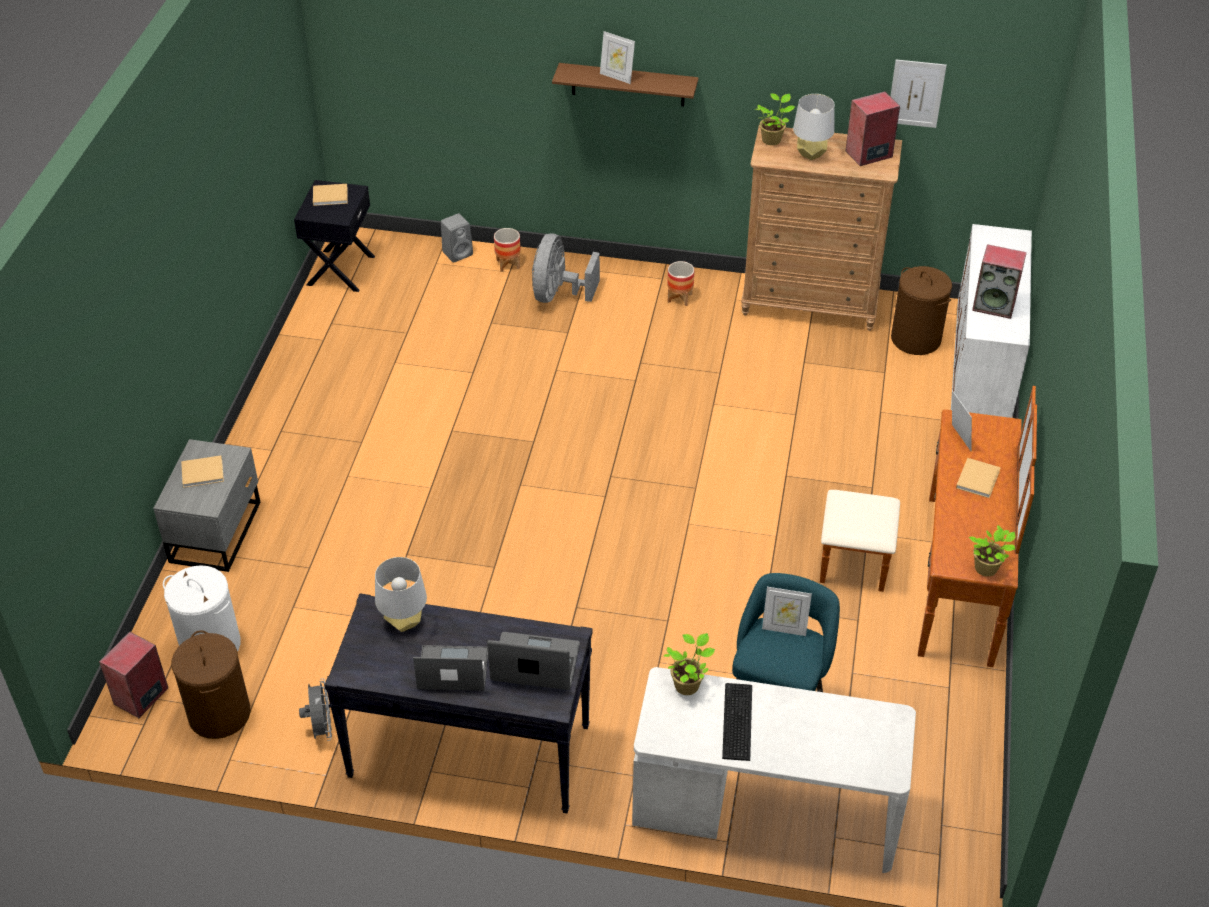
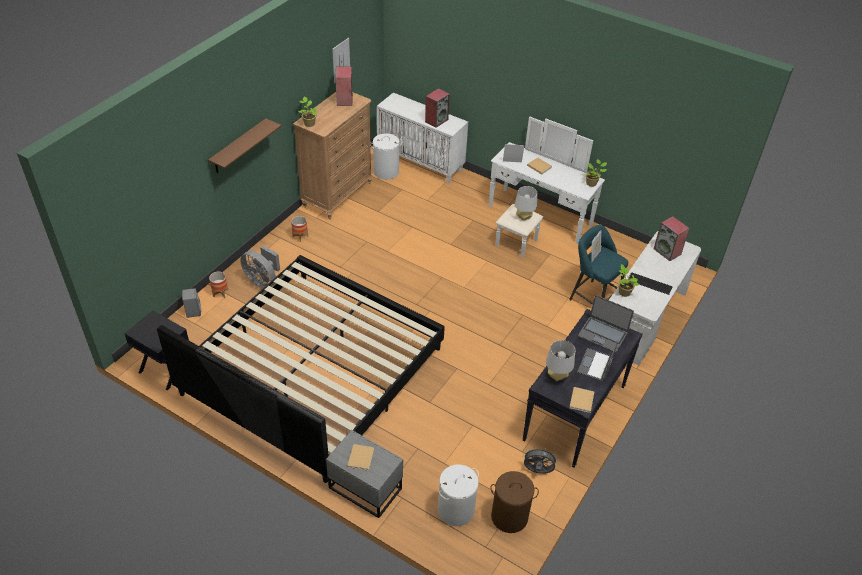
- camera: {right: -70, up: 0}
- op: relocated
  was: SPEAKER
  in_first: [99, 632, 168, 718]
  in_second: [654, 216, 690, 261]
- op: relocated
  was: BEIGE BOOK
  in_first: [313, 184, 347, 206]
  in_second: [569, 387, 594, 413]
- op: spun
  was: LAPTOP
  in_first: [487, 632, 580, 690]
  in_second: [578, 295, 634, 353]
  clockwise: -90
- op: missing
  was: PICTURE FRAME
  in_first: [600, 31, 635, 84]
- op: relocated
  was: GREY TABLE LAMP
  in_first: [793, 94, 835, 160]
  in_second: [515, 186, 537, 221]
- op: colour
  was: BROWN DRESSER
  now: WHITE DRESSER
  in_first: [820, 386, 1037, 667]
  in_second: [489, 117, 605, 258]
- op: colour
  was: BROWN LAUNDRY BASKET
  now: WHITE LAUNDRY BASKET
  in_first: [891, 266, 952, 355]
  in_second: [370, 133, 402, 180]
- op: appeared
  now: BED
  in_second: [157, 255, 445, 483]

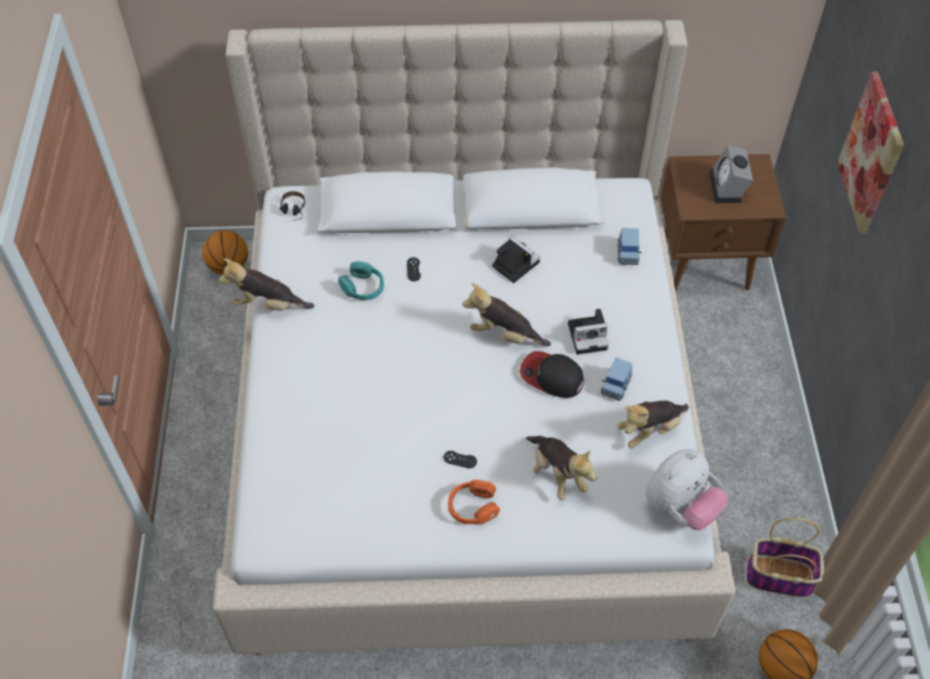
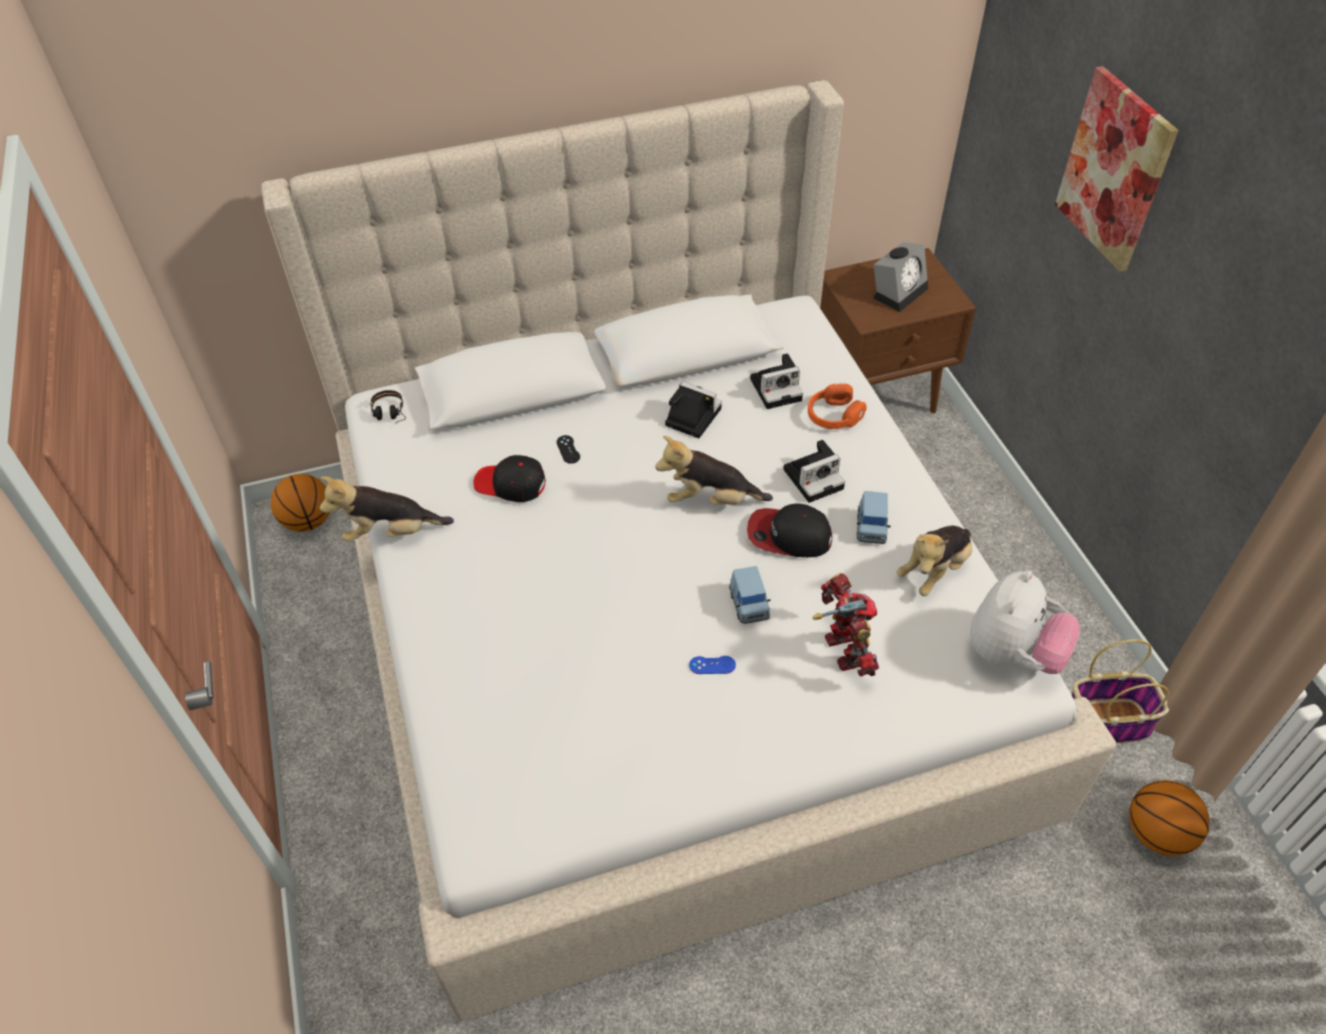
- camera: {right: -15, up: -5}
- op: exchanged
  was: TURQUOISE HEADPHONES
  now: BLACK CAP
  in_first: [338, 261, 384, 300]
  in_second: [473, 455, 546, 502]
- op: colour
  was: BLACK GAME CONTROLLER
  now: BLUE GAME CONTROLLER
  in_first: [444, 451, 477, 468]
  in_second: [689, 656, 736, 674]
- op: relocated
  was: ORANGE HEADPHONES
  in_first: [448, 480, 500, 524]
  in_second: [808, 383, 867, 429]
- op: exchanged
  was: PLUSH TOY
  now: TOY ROBOT
  in_first: [526, 436, 597, 500]
  in_second: [813, 573, 879, 676]
- op: relocated
  was: BLUE TOY CAR
  in_first: [618, 228, 641, 265]
  in_second: [729, 566, 771, 624]
- op: spun
  was: ALARM CLOCK
  in_first: [709, 145, 753, 203]
  in_second: [874, 242, 928, 312]
  clockwise: -120
- op: appeared
  now: PHOTO CAMERA
  in_second: [750, 353, 803, 409]

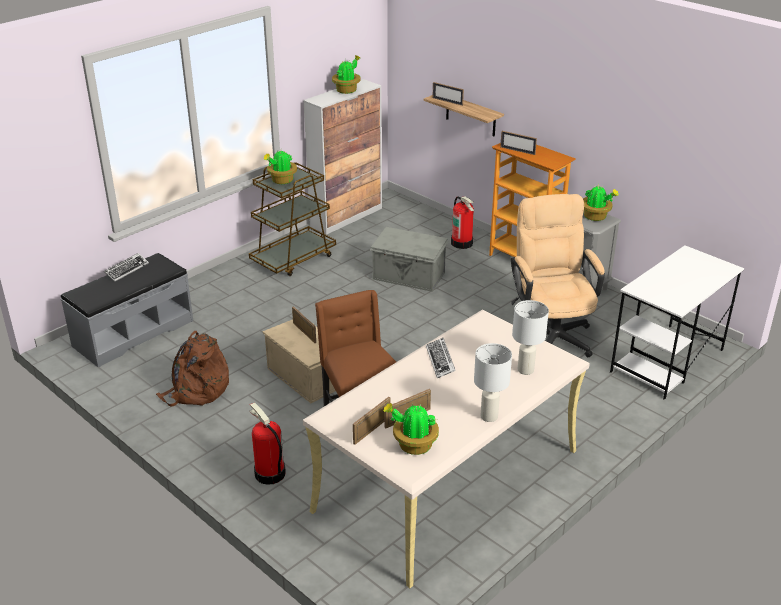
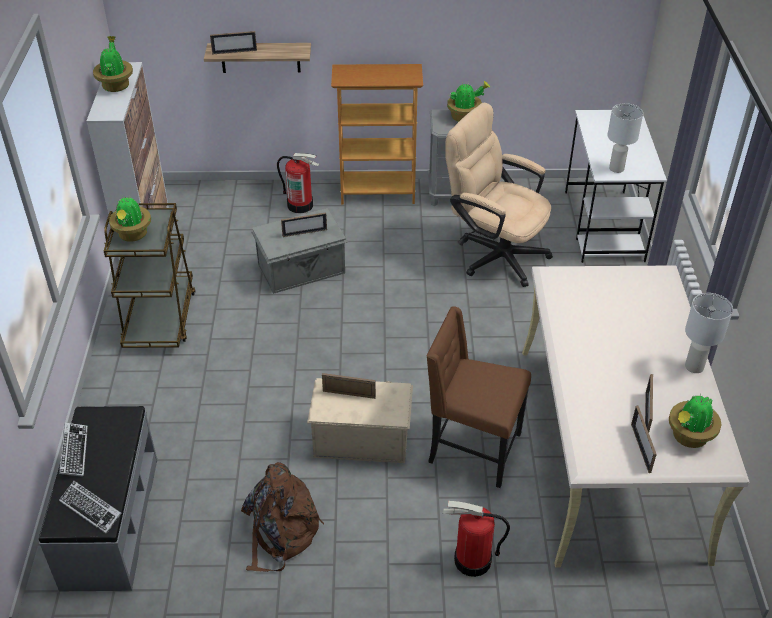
- camera: {right: -45, up: 10}
- op: relocated
  was: KEYBOARD
  in_first: [426, 338, 456, 378]
  in_second: [59, 481, 121, 534]
- op: relocated
  was: PICTURE FRAME
  in_first: [500, 131, 537, 155]
  in_second: [281, 212, 327, 237]
- op: relocated
  was: WHITE TABLE LAMP
  in_first: [512, 300, 549, 375]
  in_second: [608, 103, 643, 173]

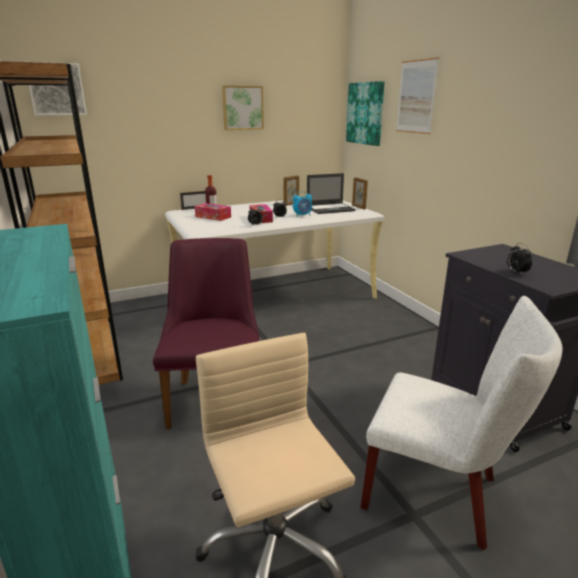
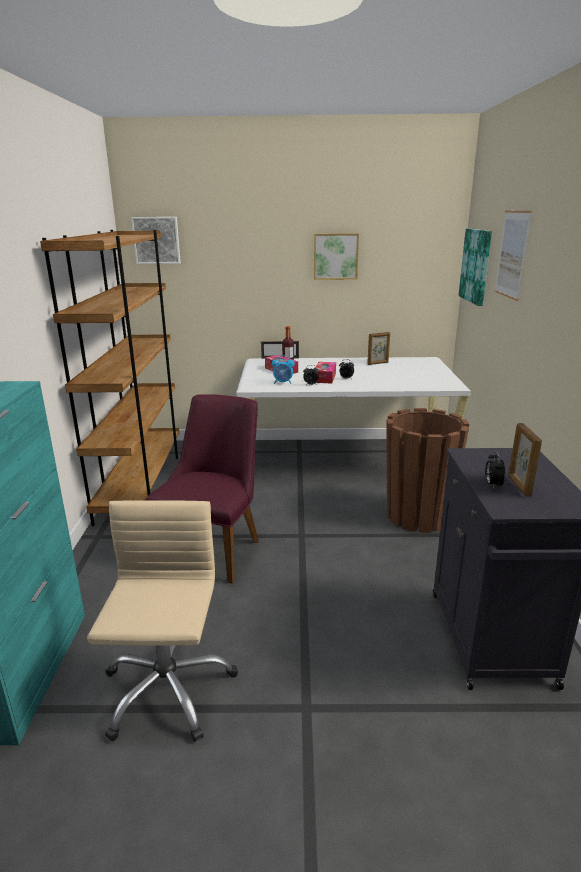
- camera: {right: 25, up: 0}
- op: relocated
  was: ALARM CLOCK
  in_first: [293, 191, 312, 217]
  in_second: [272, 355, 295, 384]
- op: missing
  was: LAPTOP
  in_first: [307, 173, 356, 214]
- op: relocated
  was: PICTURE FRAME
  in_first: [352, 178, 368, 209]
  in_second: [508, 423, 542, 497]
- op: missing
  was: WHITE CHAIR
  in_first: [361, 296, 562, 550]
- op: appeared
  now: BROWN PLANTER
  in_second: [386, 408, 469, 533]

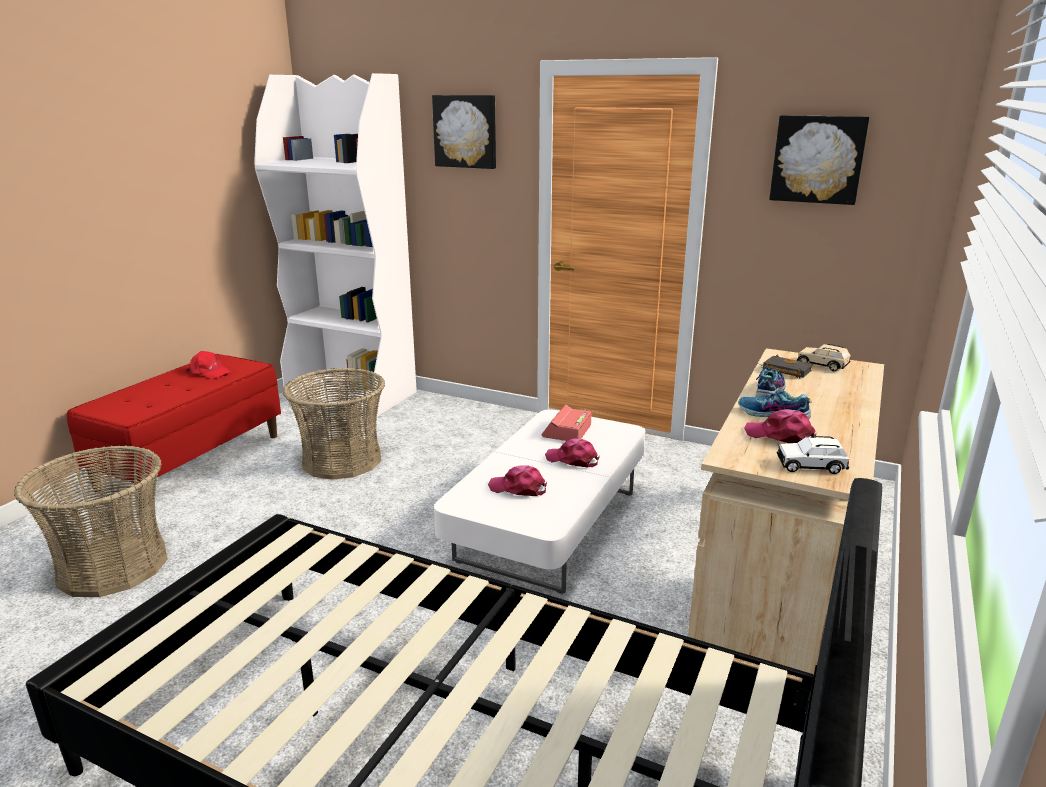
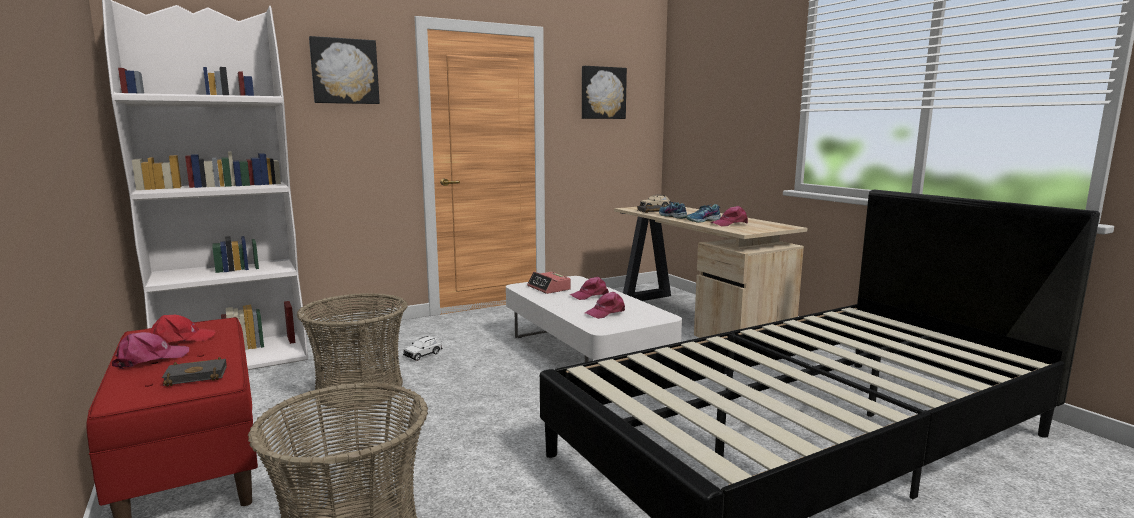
- camera: {right: -55, up: -10}
- op: relocated
  was: WHITE TOY CAR
  in_first: [777, 436, 849, 474]
  in_second: [403, 336, 442, 361]
- op: appeared
  now: PINK CAP
  in_second: [112, 332, 189, 369]
- op: appeared
  now: BLACK BOOK
  in_second: [162, 357, 227, 387]

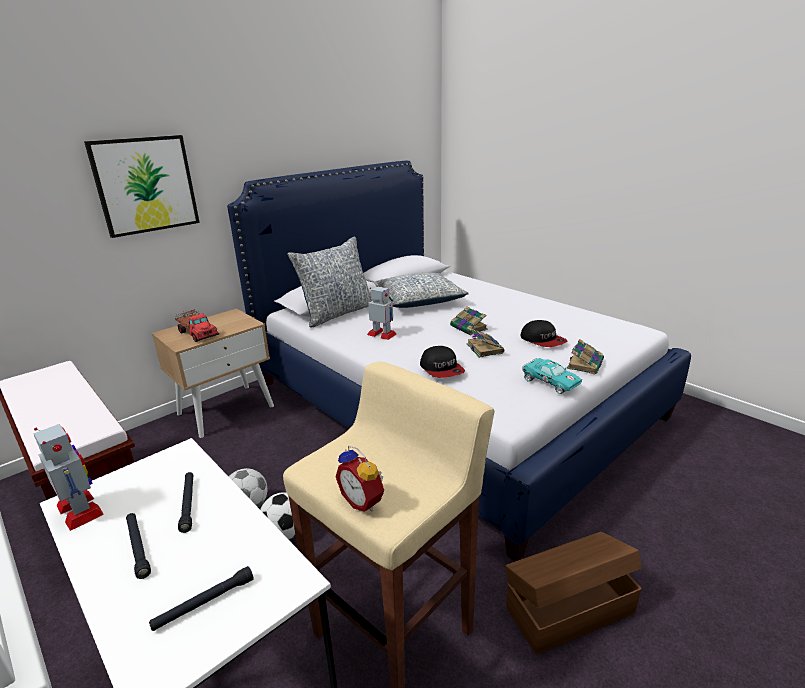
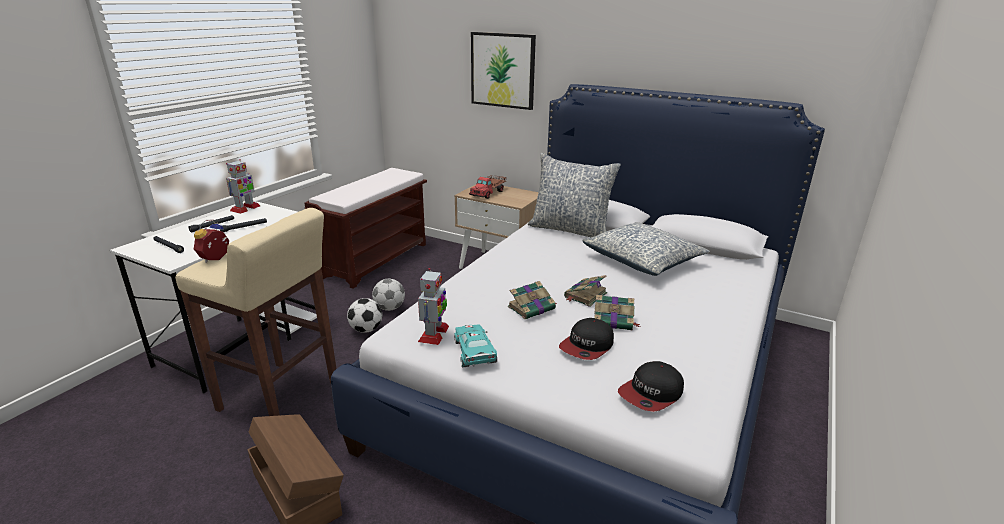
- camera: {right: 70, up: 0}
- op: relocated
  was: TOY ROBOT
  in_first: [367, 286, 396, 340]
  in_second: [418, 268, 449, 345]
- op: relocated
  was: CAP
  in_first: [420, 346, 465, 378]
  in_second: [618, 361, 684, 412]
- op: spun
  was: TURQUOISE TOY CAR
  in_first: [522, 358, 582, 394]
  in_second: [454, 325, 497, 367]
  clockwise: 135
- op: relocated
  was: BOOK
  in_first: [567, 339, 604, 374]
  in_second: [594, 295, 640, 330]

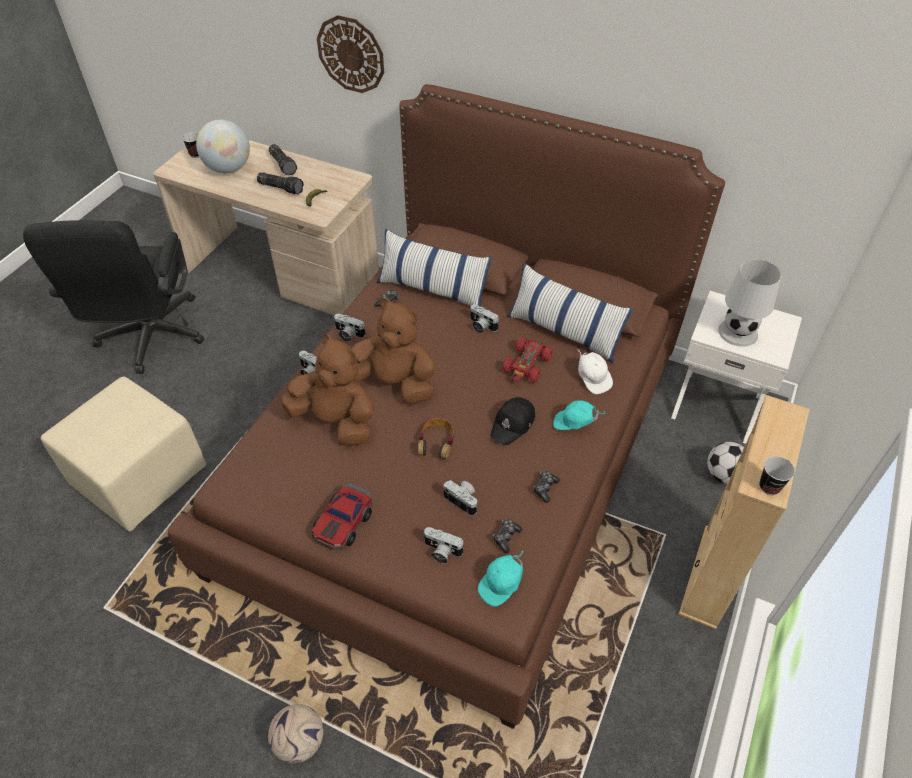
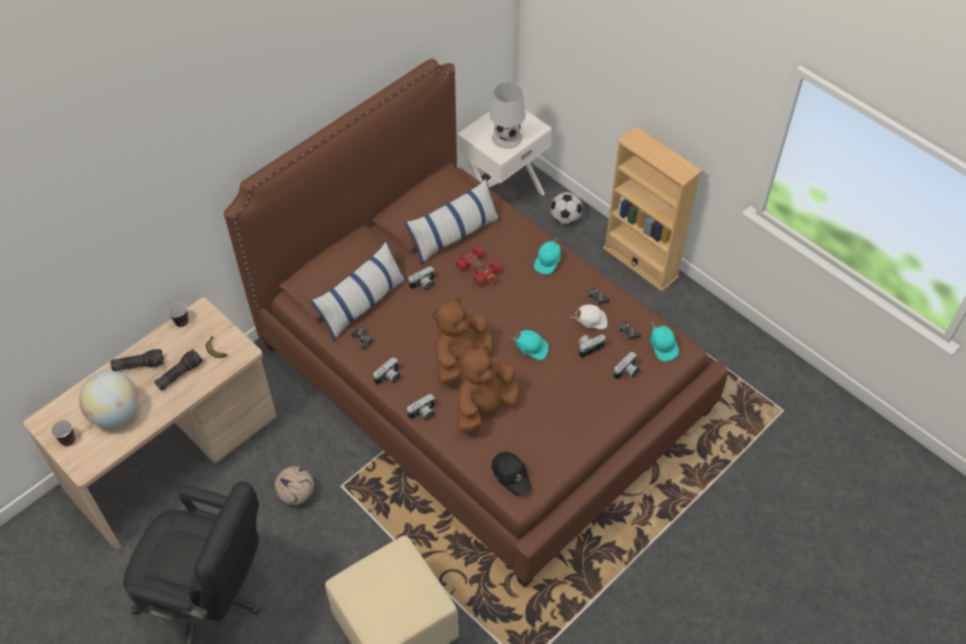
- camera: {right: -70, up: 5}
- op: relocated
  was: FOOTBALL
  in_first: [268, 704, 323, 763]
  in_second: [275, 466, 314, 505]
- op: missing
  was: TOY CAR
  in_first: [312, 483, 372, 550]
- op: missing
  was: WALL CLOCK
  in_first: [317, 15, 384, 93]
- op: exchanged
  was: HEADPHONES
  now: TURQUOISE CAP
  in_first: [418, 418, 454, 459]
  in_second: [509, 330, 549, 360]
- op: relocated
  was: BLACK CAP
  in_first: [490, 397, 535, 445]
  in_second: [492, 452, 531, 496]
- op: relocated
  was: WHITE CAP
  in_first: [577, 349, 613, 394]
  in_second: [570, 304, 607, 329]
- op: relocated
  was: CUP
  in_first: [759, 456, 795, 495]
  in_second: [168, 302, 189, 327]

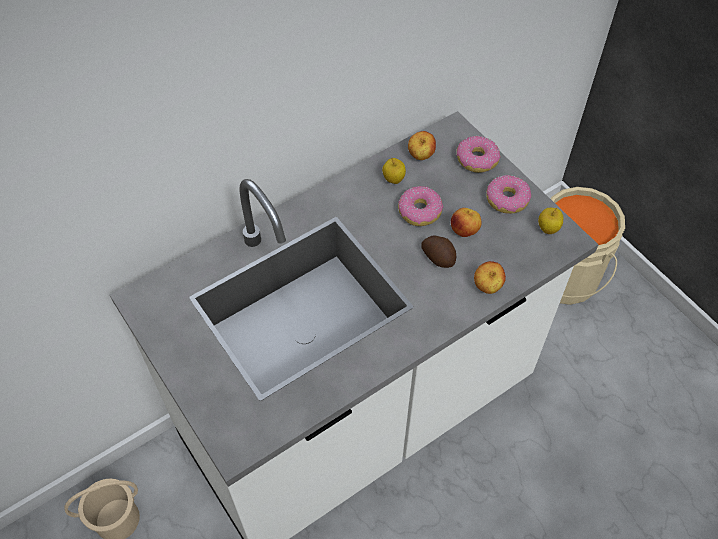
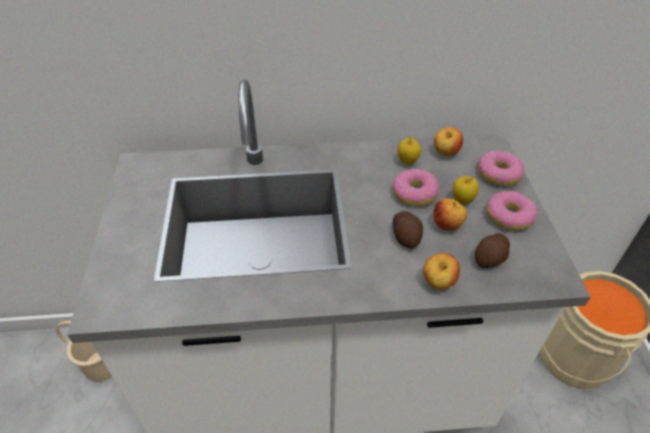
- camera: {right: 30, up: -10}
- op: relocated
  was: APPLE
  in_first: [538, 207, 563, 234]
  in_second: [453, 176, 479, 205]
- op: appeared
  now: POTATO
  in_second: [475, 233, 510, 268]

